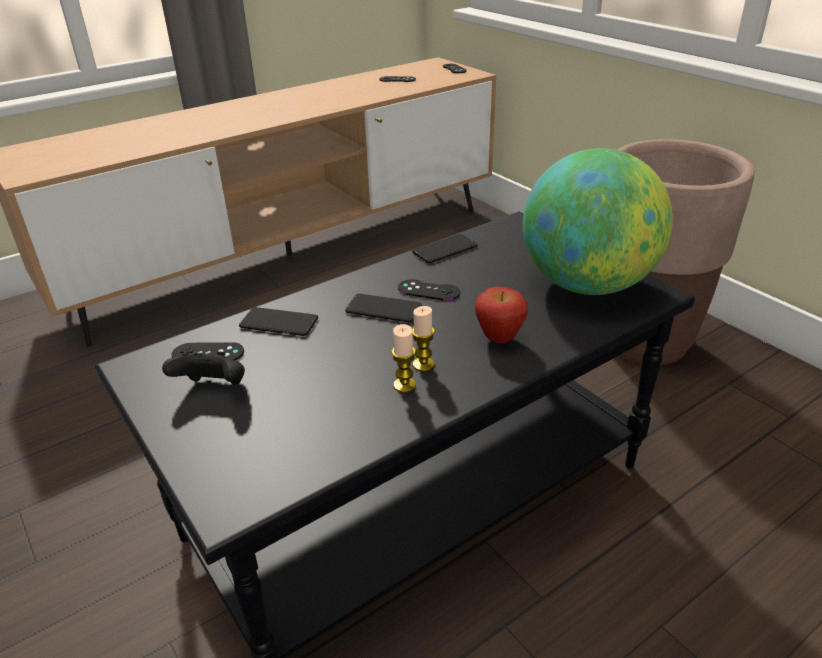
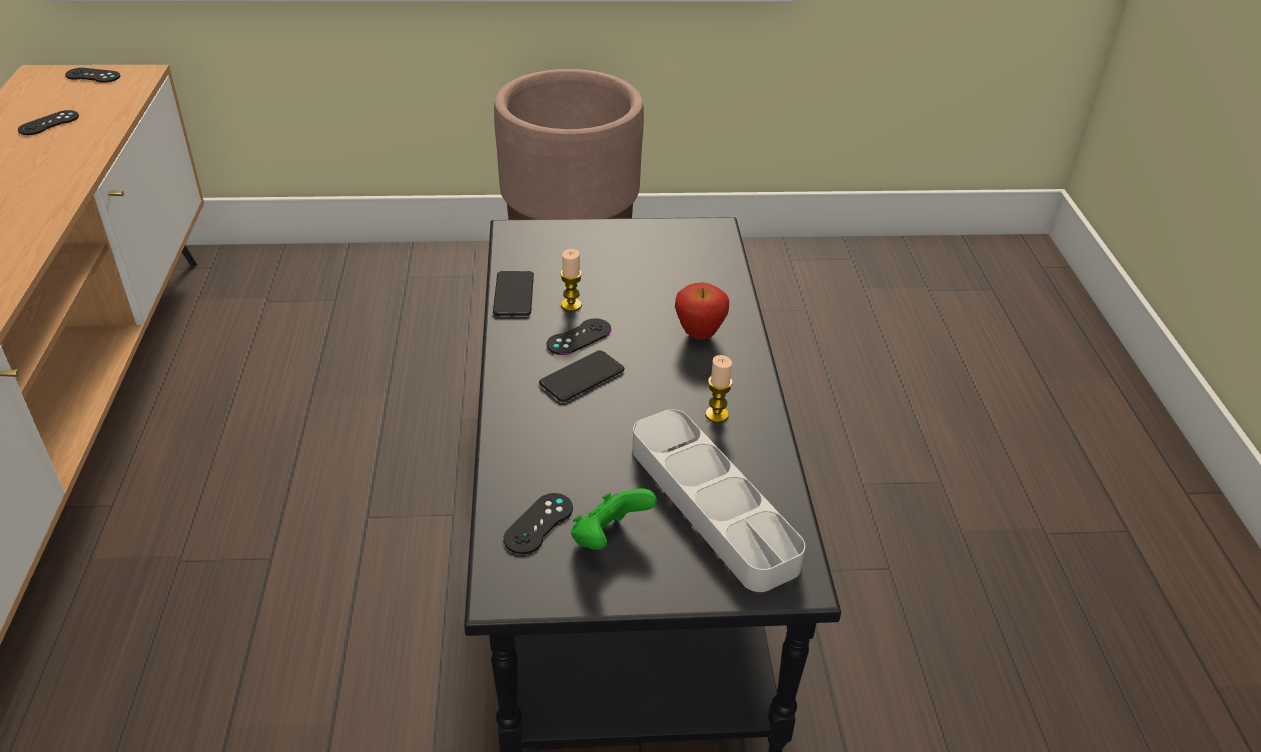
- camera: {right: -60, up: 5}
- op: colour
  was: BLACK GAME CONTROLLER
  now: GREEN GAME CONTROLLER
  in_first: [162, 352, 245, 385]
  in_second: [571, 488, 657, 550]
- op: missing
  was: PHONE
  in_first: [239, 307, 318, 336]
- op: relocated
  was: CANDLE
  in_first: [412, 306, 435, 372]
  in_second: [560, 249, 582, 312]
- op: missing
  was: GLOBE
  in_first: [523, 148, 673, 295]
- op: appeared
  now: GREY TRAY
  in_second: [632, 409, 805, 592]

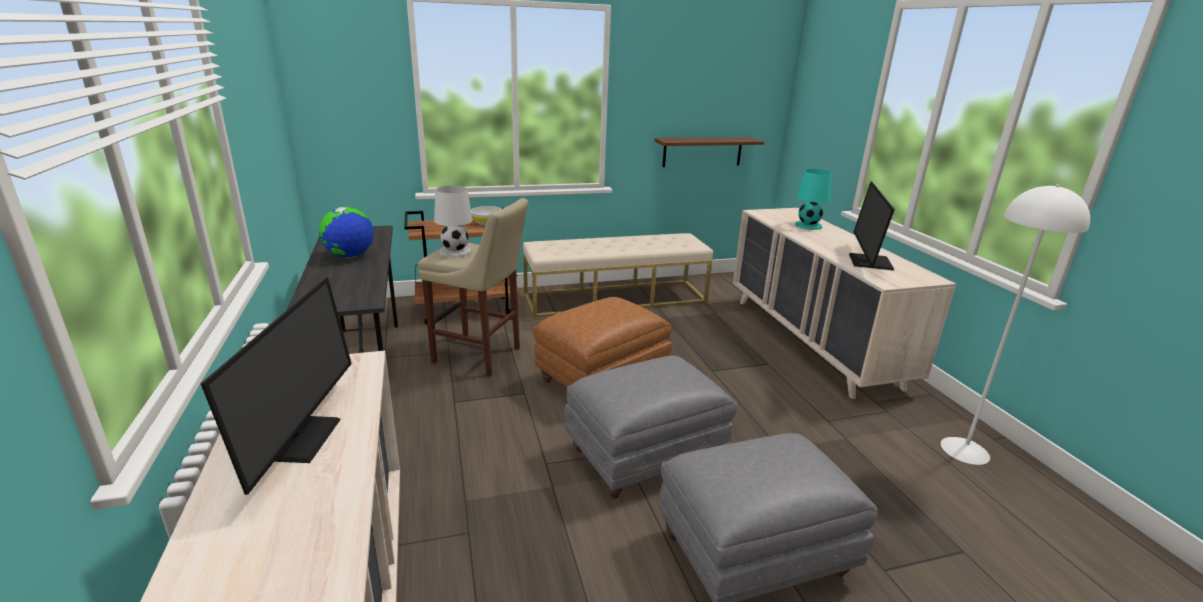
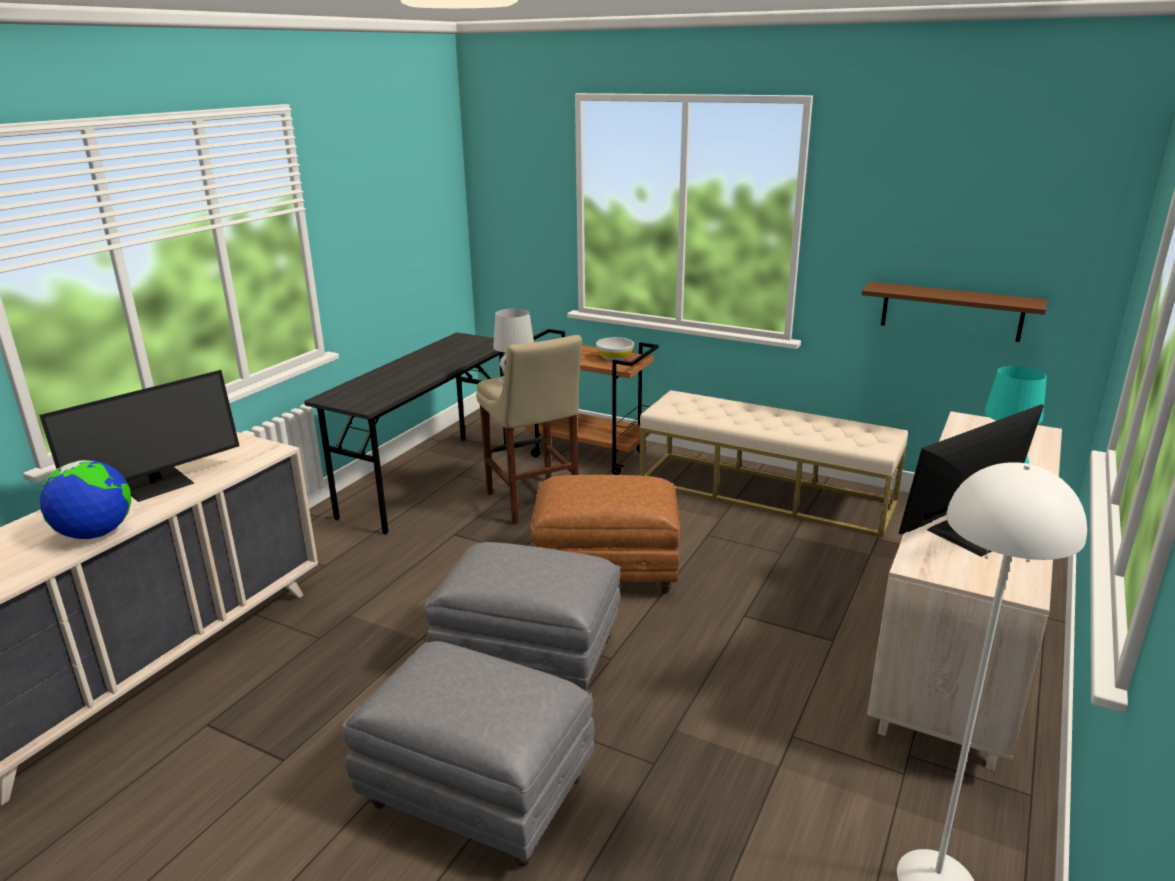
- camera: {right: 45, up: 0}
- op: relocated
  was: GLOBE
  in_first: [319, 207, 374, 258]
  in_second: [40, 460, 131, 539]

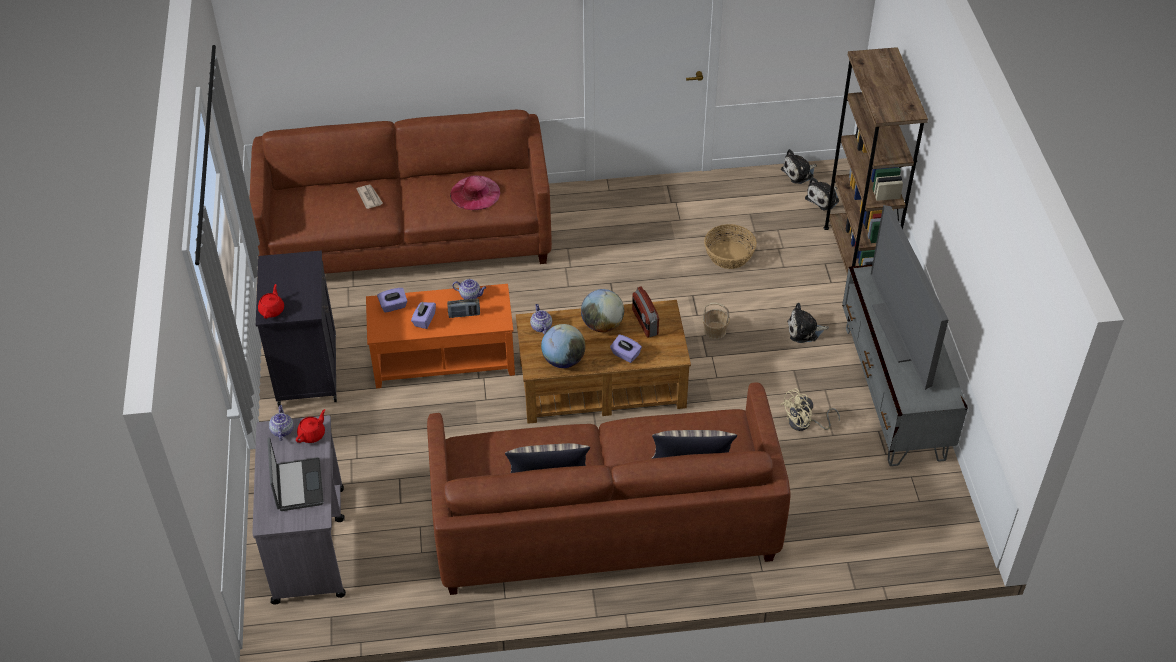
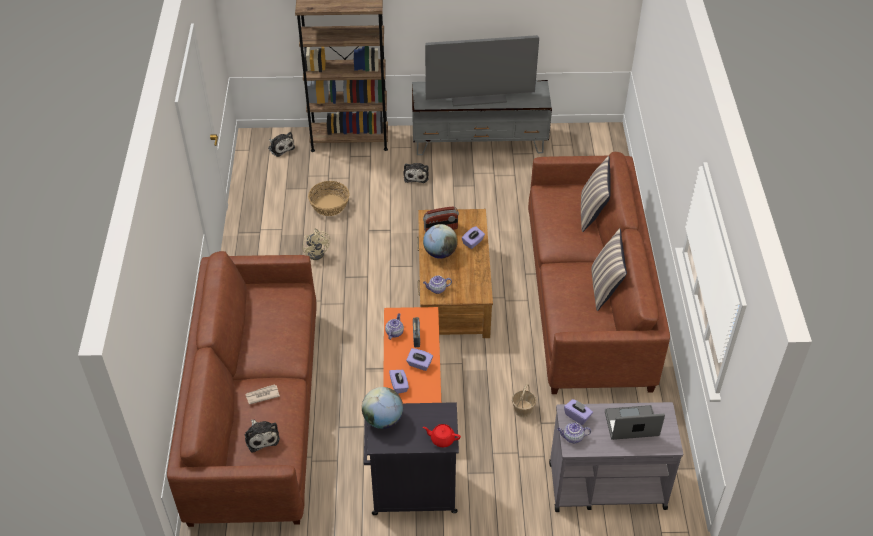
- camera: {right: -85, up: 0}
- op: exchanged
  was: RED TEAPOT
  now: PURPLE TISSUE BOX
  in_first: [296, 409, 325, 443]
  in_second: [564, 399, 593, 425]
- op: missing
  was: PINK HAT
  in_first: [450, 175, 500, 210]
- op: relocated
  was: GLOBE
  in_first: [541, 324, 586, 368]
  in_second: [362, 387, 403, 429]
- op: relocated
  was: BASKET
  in_first: [702, 302, 730, 339]
  in_second: [512, 384, 536, 417]
- op: relocated
  was: PLUSH TOY
  in_first: [781, 149, 817, 184]
  in_second: [245, 419, 280, 453]
- op: relocated
  was: BEIGE FAN
  in_first: [781, 388, 840, 431]
  in_second: [303, 228, 330, 260]

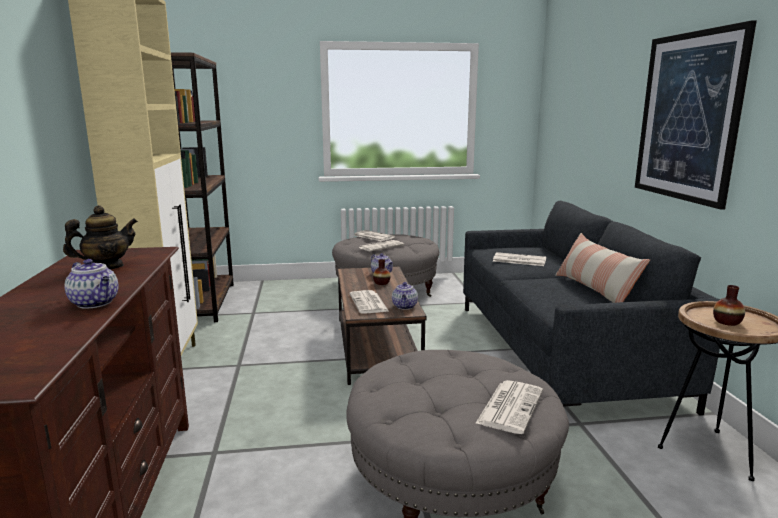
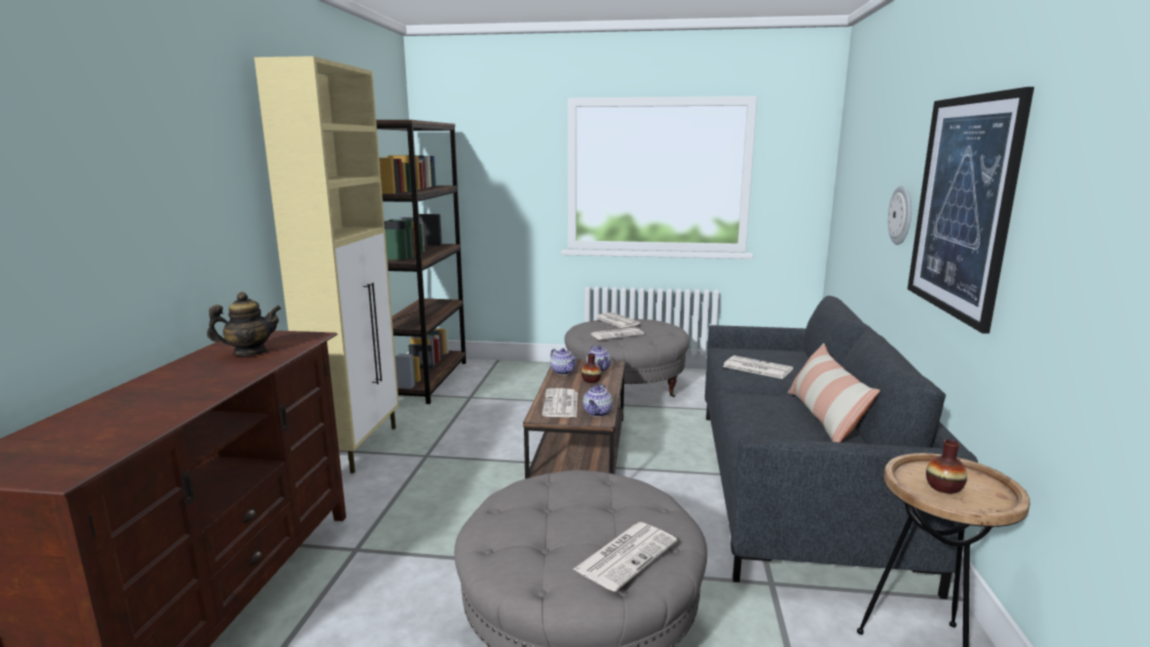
- camera: {right: 15, up: 0}
- op: relocated
  was: TEAPOT
  in_first: [65, 259, 119, 309]
  in_second: [550, 348, 576, 375]
- op: appeared
  now: WALL CLOCK
  in_second: [888, 185, 911, 245]

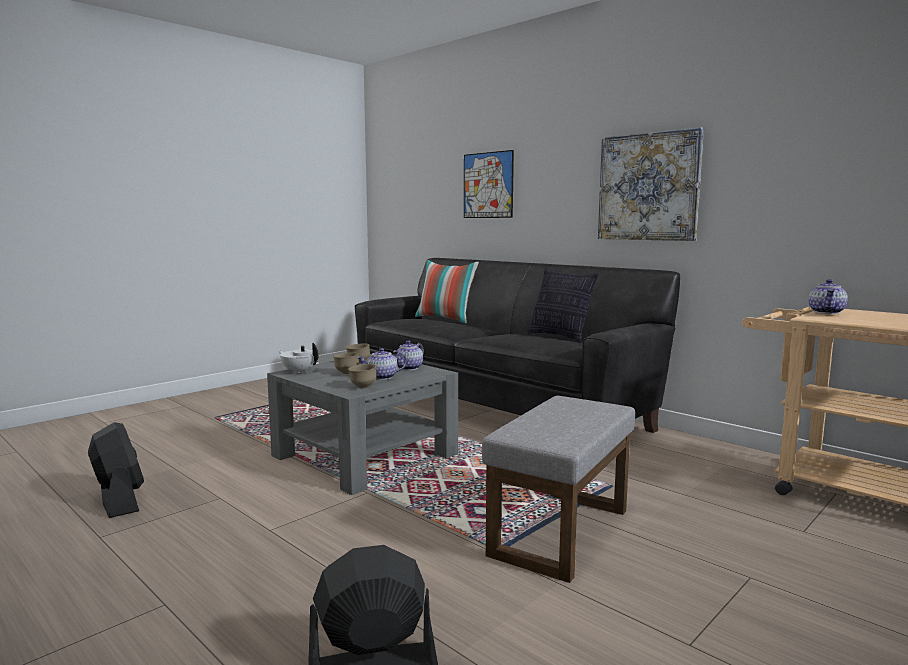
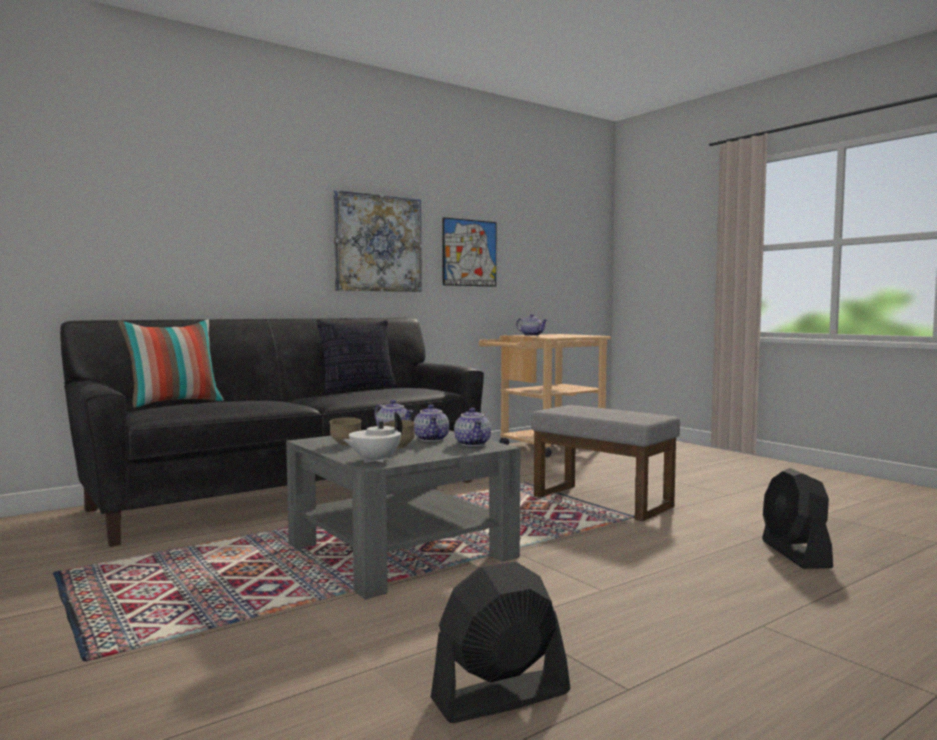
- camera: {right: -80, up: -5}
- op: exchanged
  was: BROWN BOWL
  now: TEAPOT
  in_first: [348, 364, 377, 388]
  in_second: [454, 408, 491, 446]
- op: relocated
  was: PICTURE
  in_first: [464, 150, 514, 218]
  in_second: [442, 217, 496, 287]

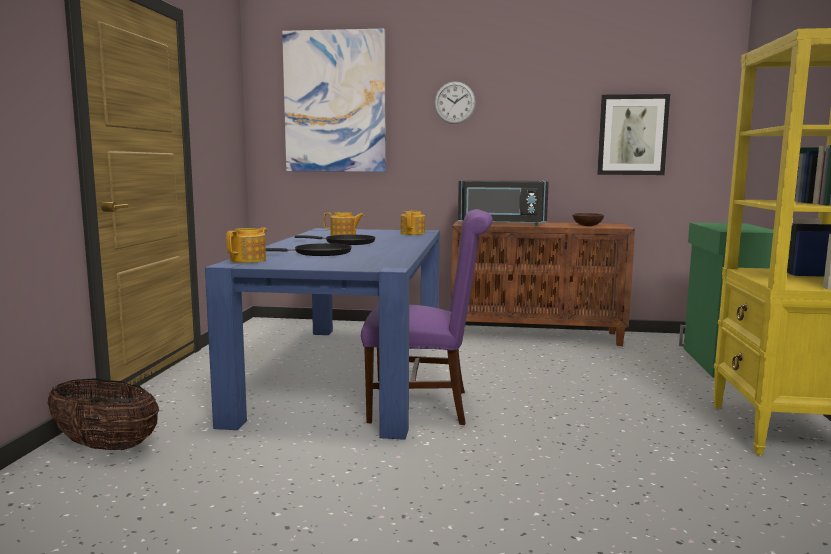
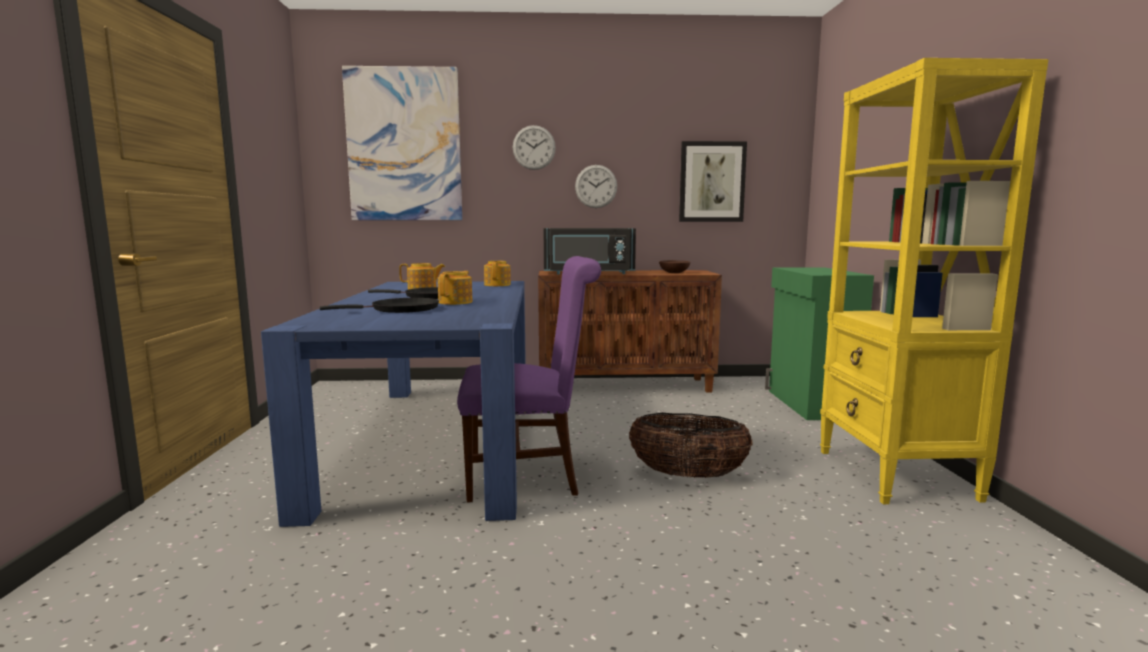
- camera: {right: -10, up: 0}
- op: relocated
  was: BASKET
  in_first: [47, 378, 159, 450]
  in_second: [629, 413, 752, 478]
- op: relocated
  was: TEAPOT
  in_first: [226, 228, 267, 263]
  in_second: [438, 271, 472, 305]
- op: appeared
  now: WALL CLOCK
  in_second: [575, 165, 617, 208]

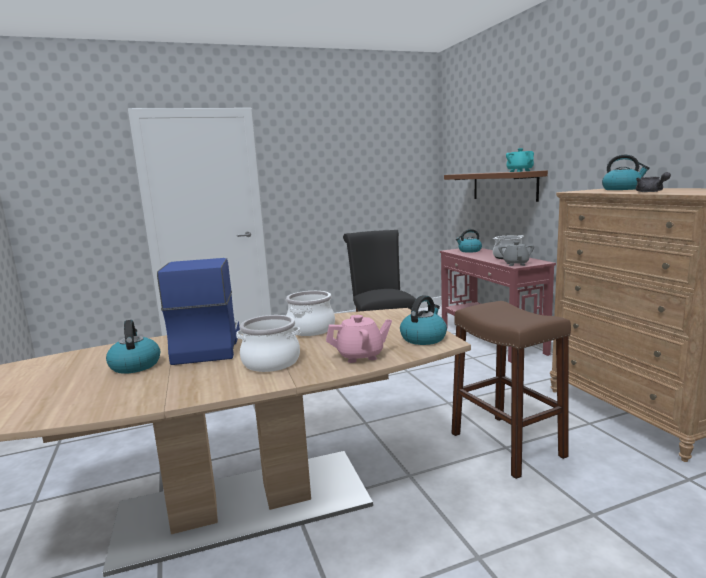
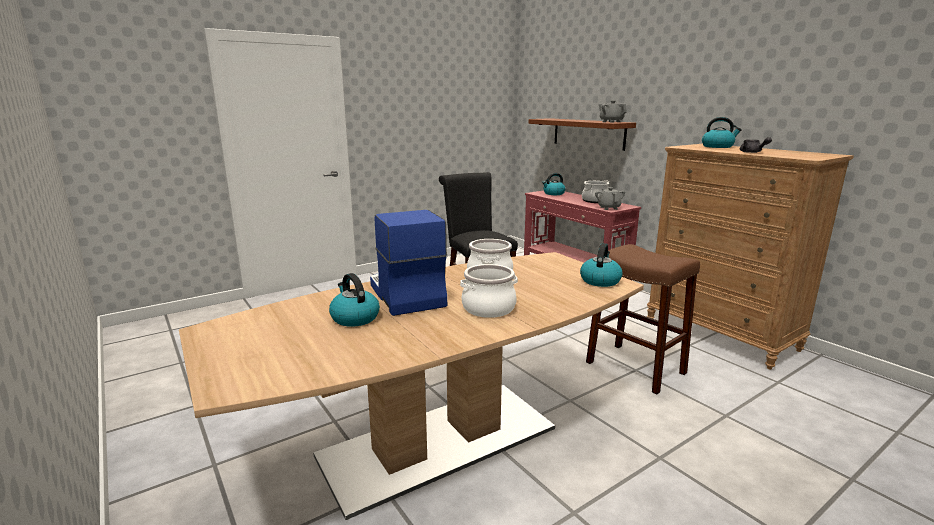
- camera: {right: -15, up: 5}
- op: missing
  was: PINK TEAPOT
  in_first: [326, 315, 392, 363]
- op: colour
  was: TURQUOISE TEAPOT
  now: GREY TEAPOT
  in_first: [506, 148, 534, 172]
  in_second: [599, 100, 627, 123]

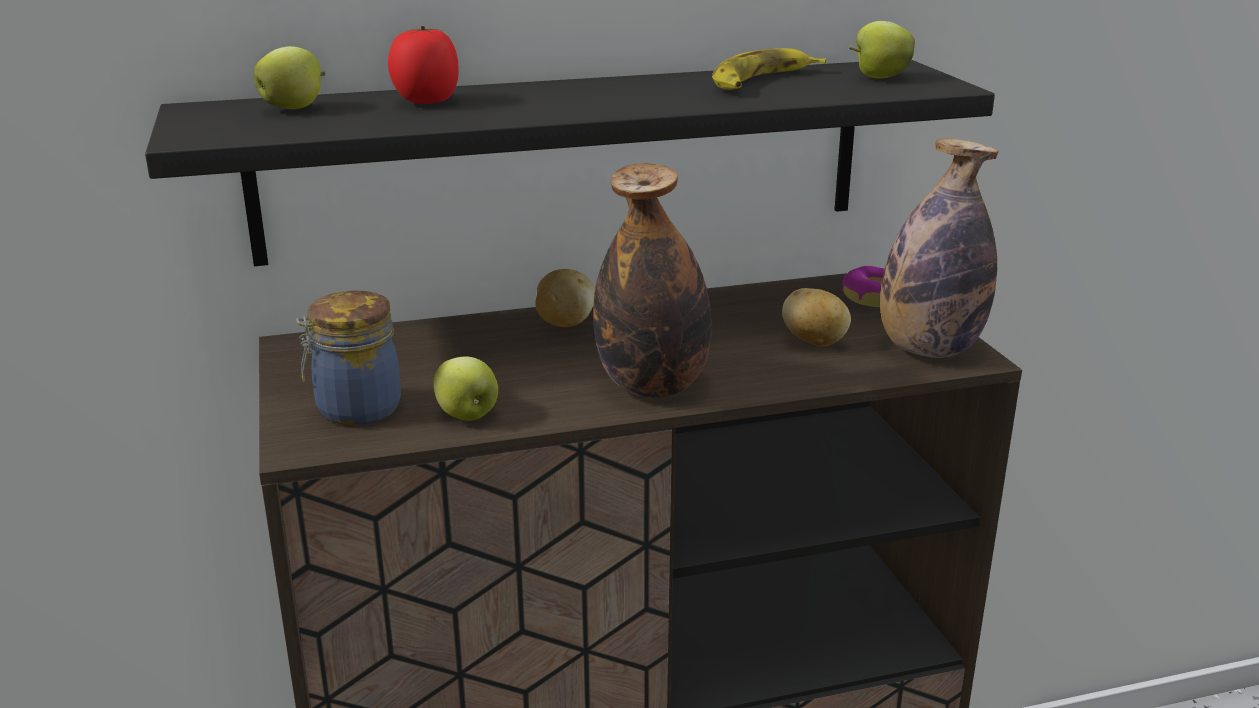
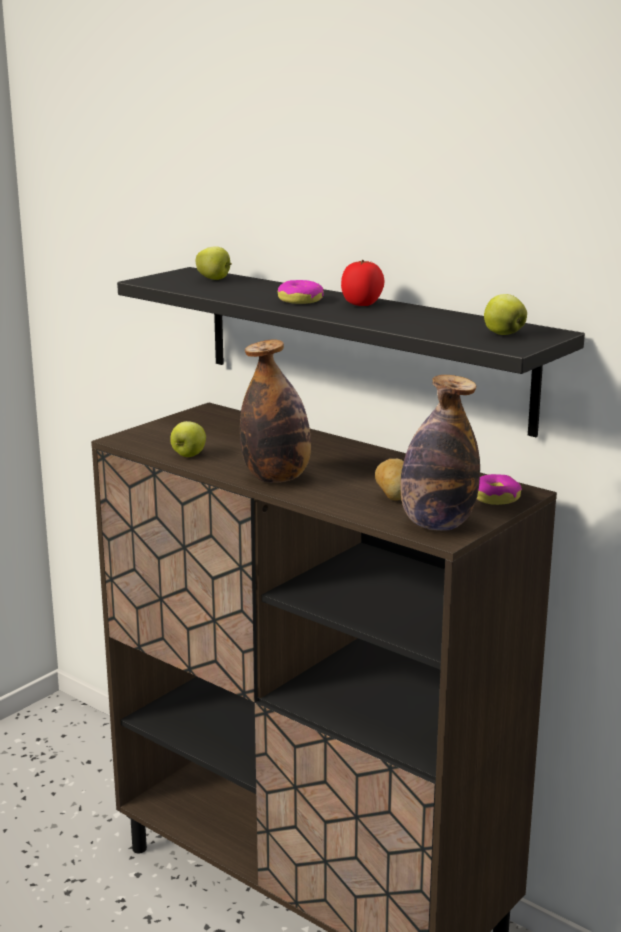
- camera: {right: 55, up: -5}
- op: missing
  was: JAR
  in_first: [296, 291, 401, 425]
- op: relocated
  was: TOMATO
  in_first: [388, 26, 459, 104]
  in_second: [341, 260, 385, 306]
- op: missing
  was: POTATO
  in_first: [535, 269, 595, 327]
- op: missing
  was: BANANA
  in_first: [712, 48, 826, 90]
- op: appeared
  now: DONUT
  in_second: [278, 280, 324, 304]

